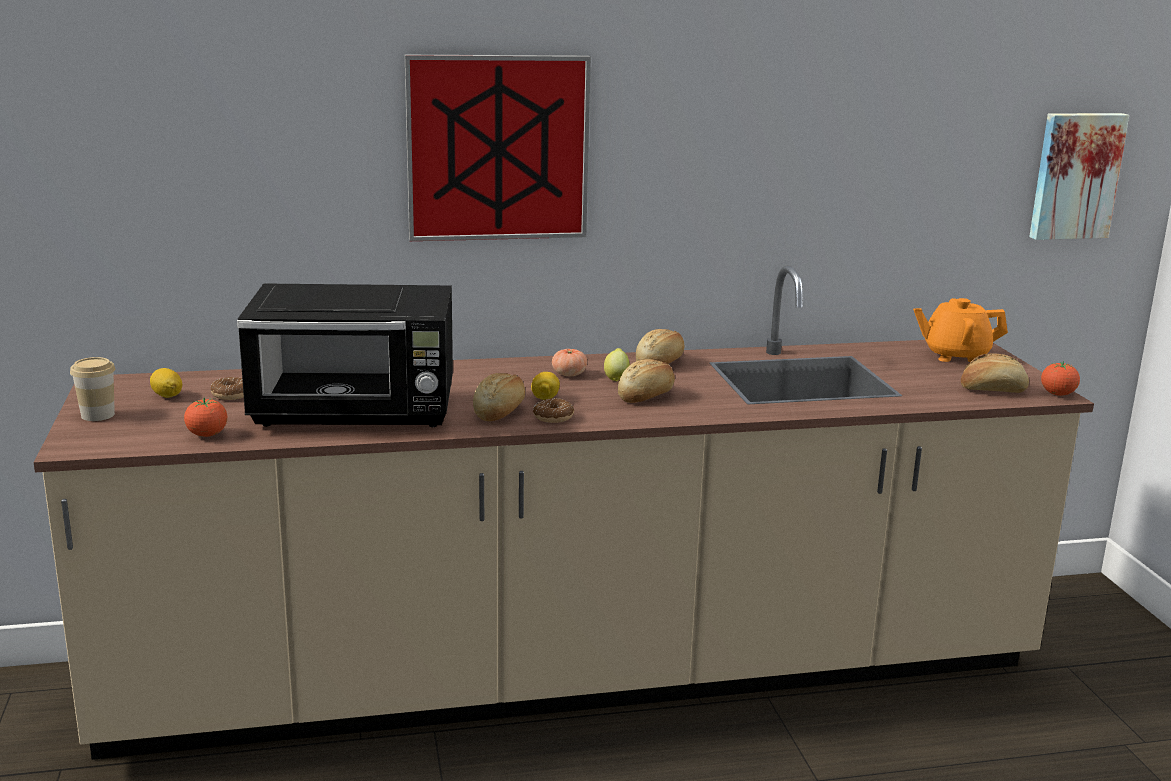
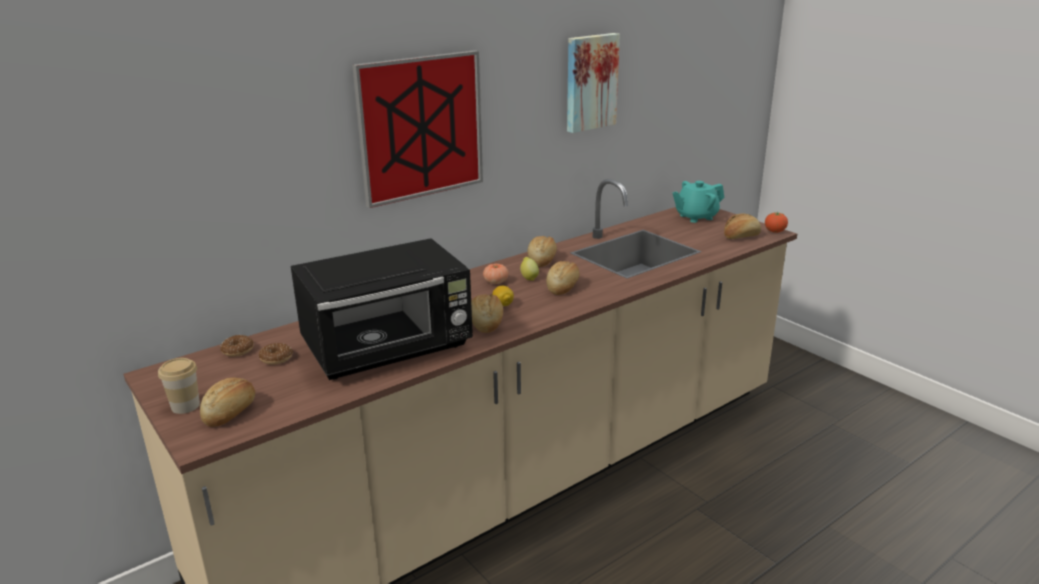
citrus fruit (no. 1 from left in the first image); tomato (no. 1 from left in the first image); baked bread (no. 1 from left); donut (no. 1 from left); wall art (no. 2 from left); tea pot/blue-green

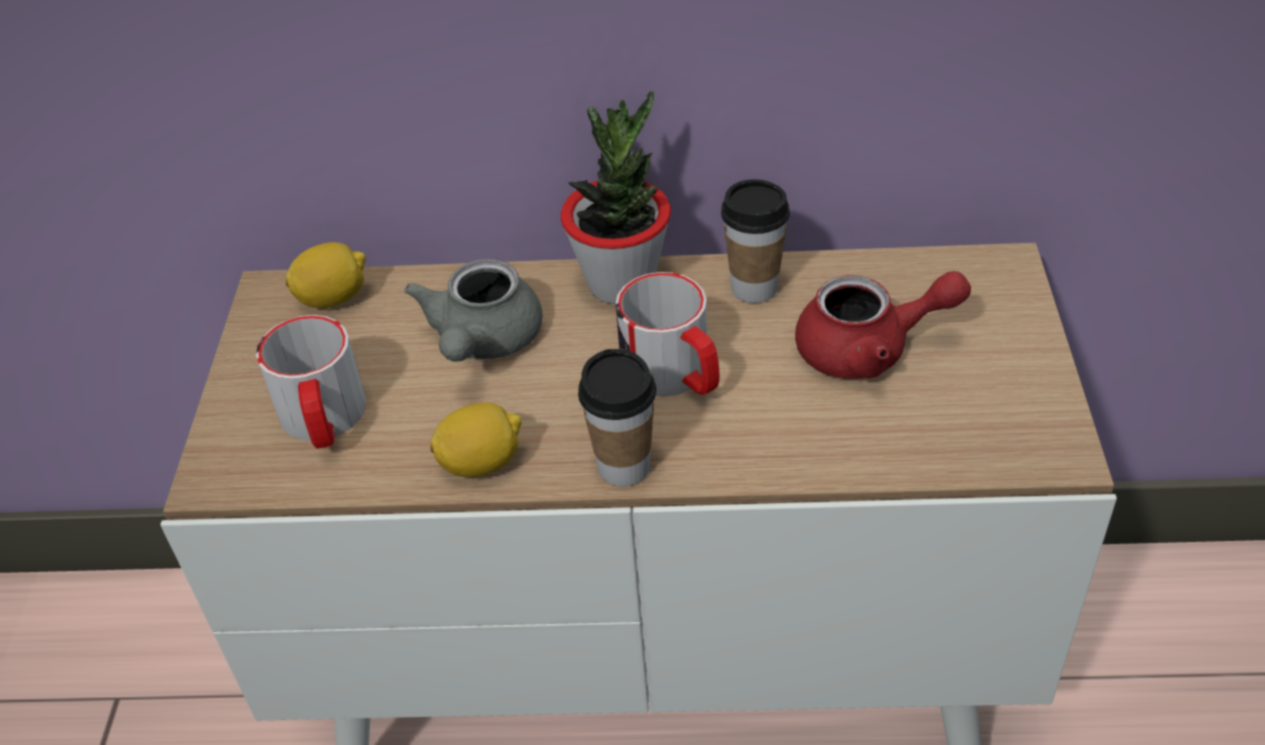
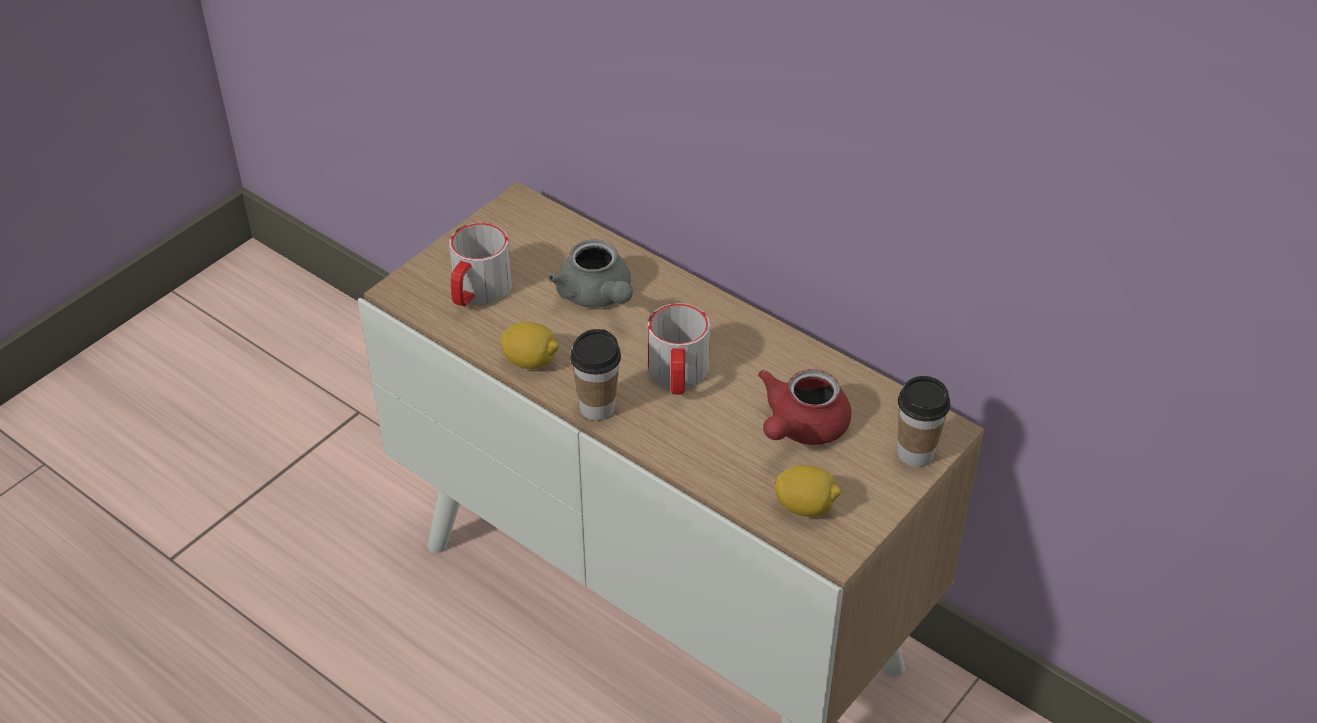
houseplant; citrus fruit (no. 2 from left); drinking cup (no. 2 from left); tea pot/gray; tea pot/red

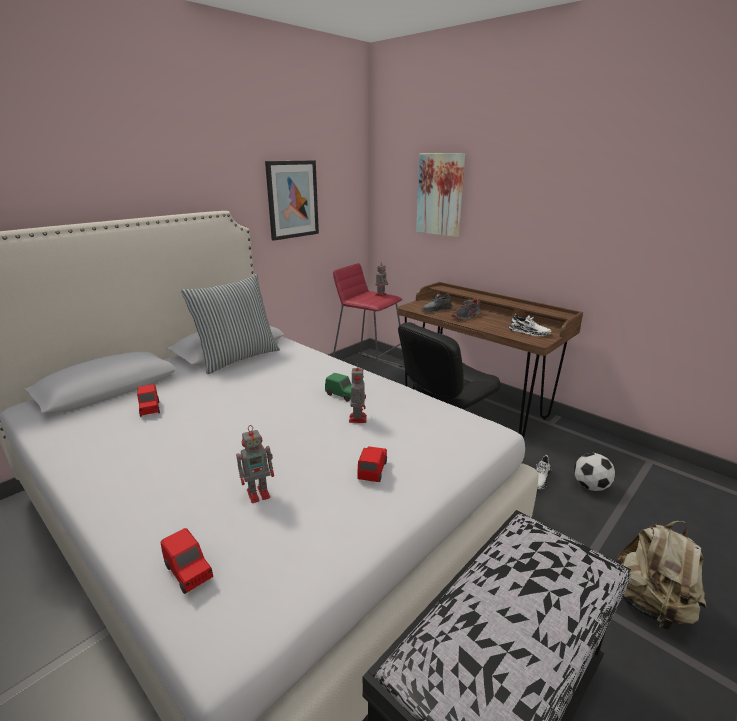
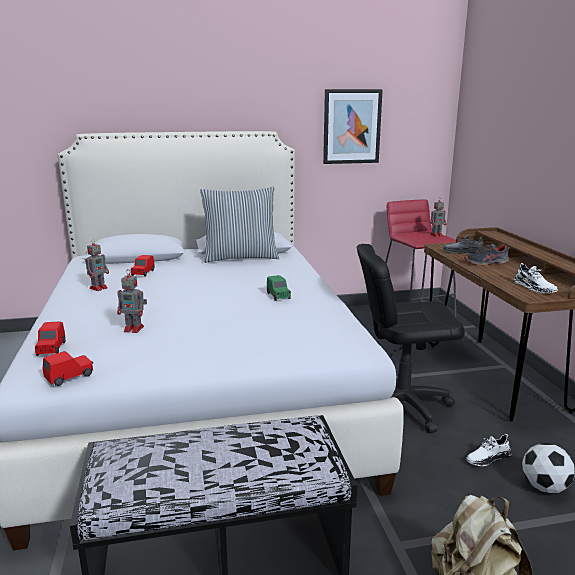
wall art (no. 2 from left in the first image); toy robot (no. 1 from left); miniature car/red (no. 2 from left)

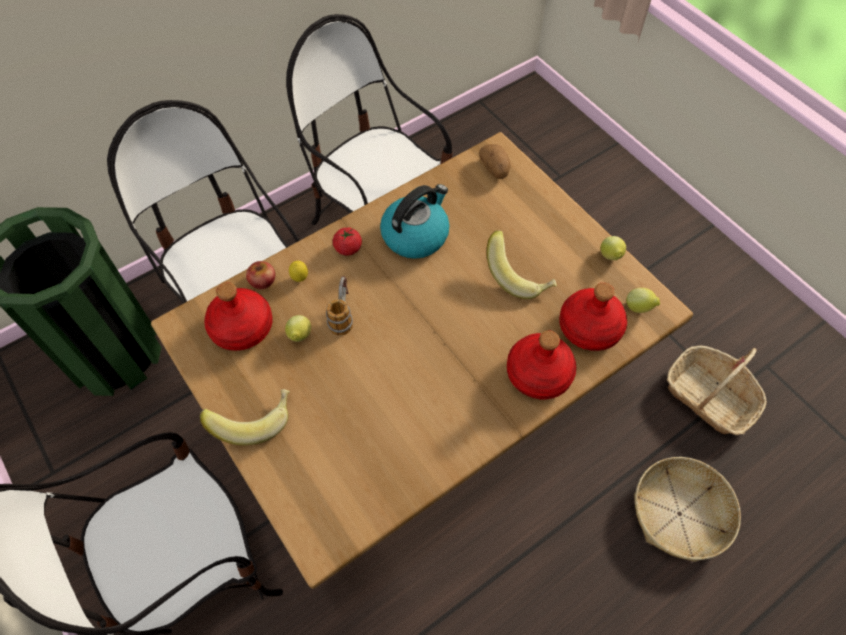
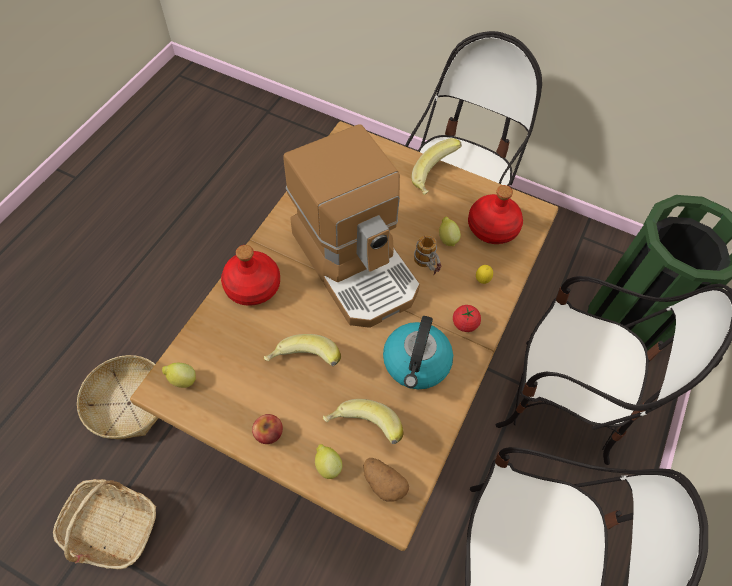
drink bottle/red (no. 3 from left in the first image); coffee maker; banana (no. 2 from left); whole apple; citrus fruit (no. 2 from left)

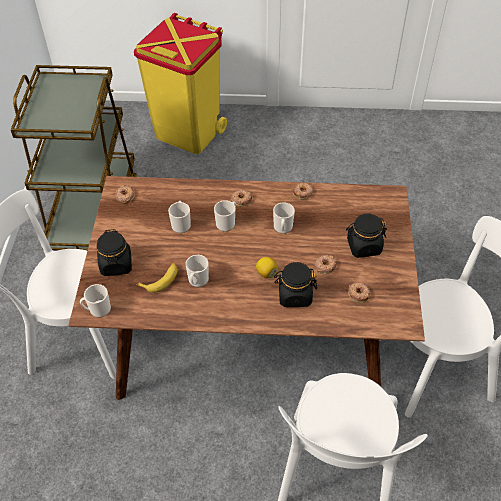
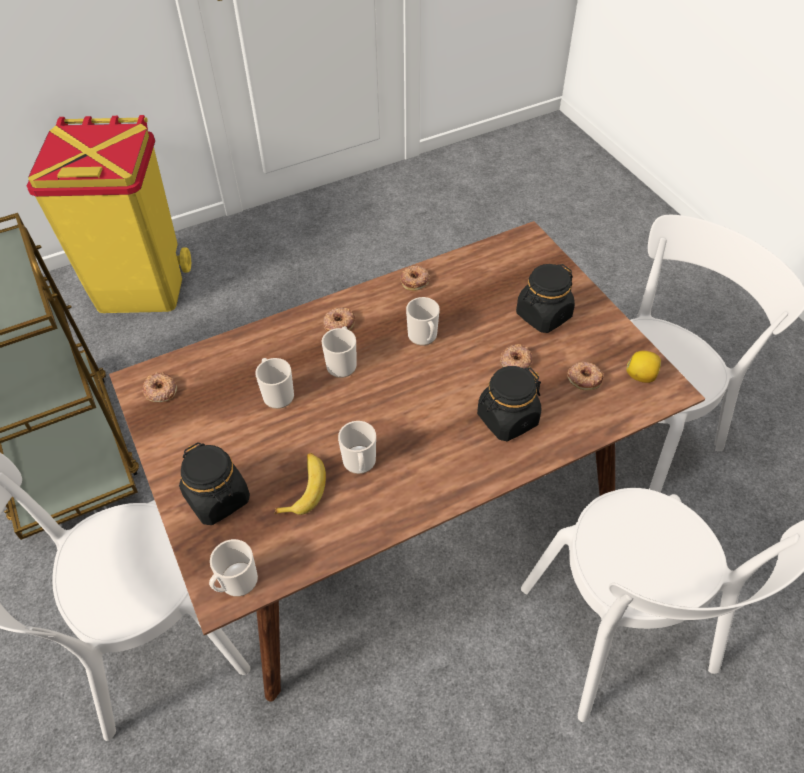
citrus fruit

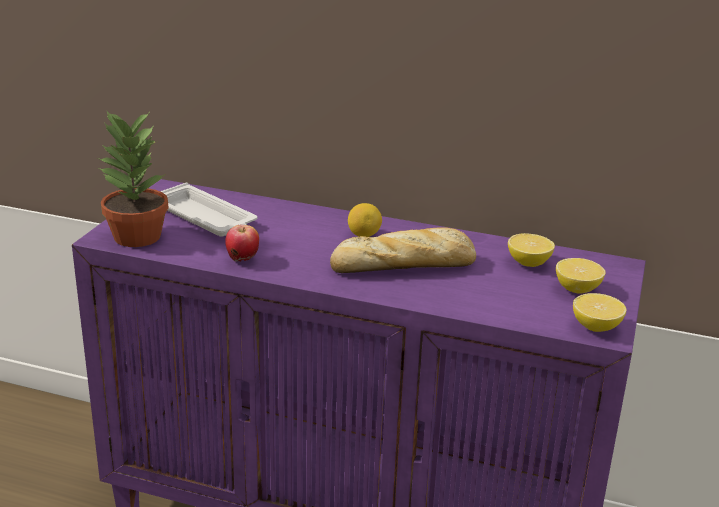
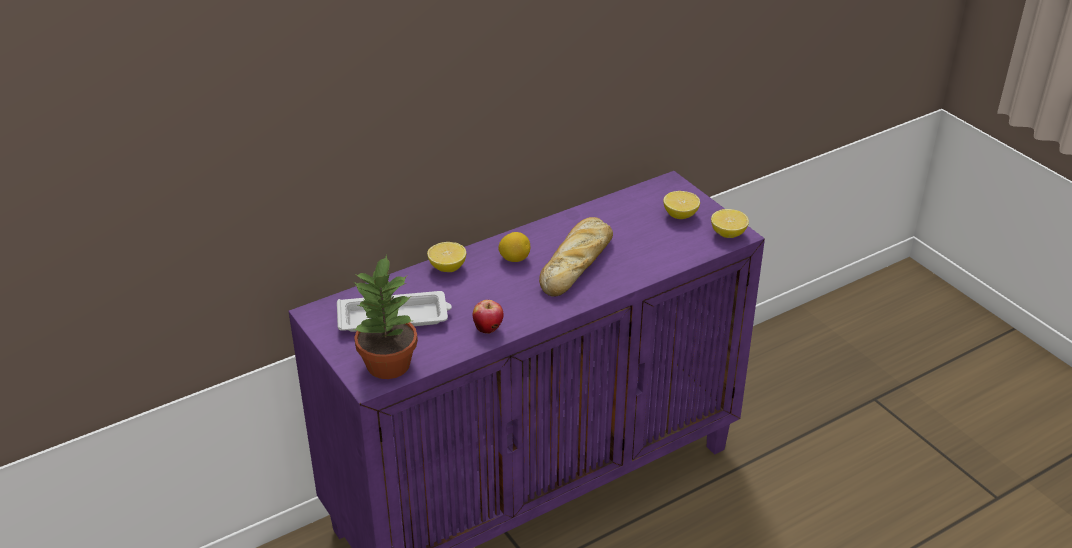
citrus fruit (no. 1 from left)

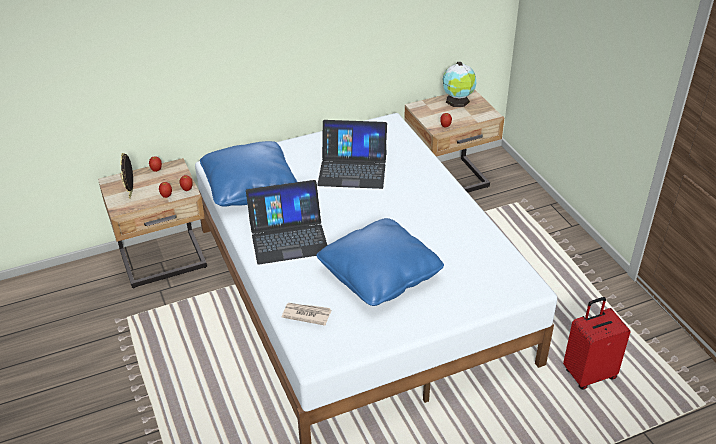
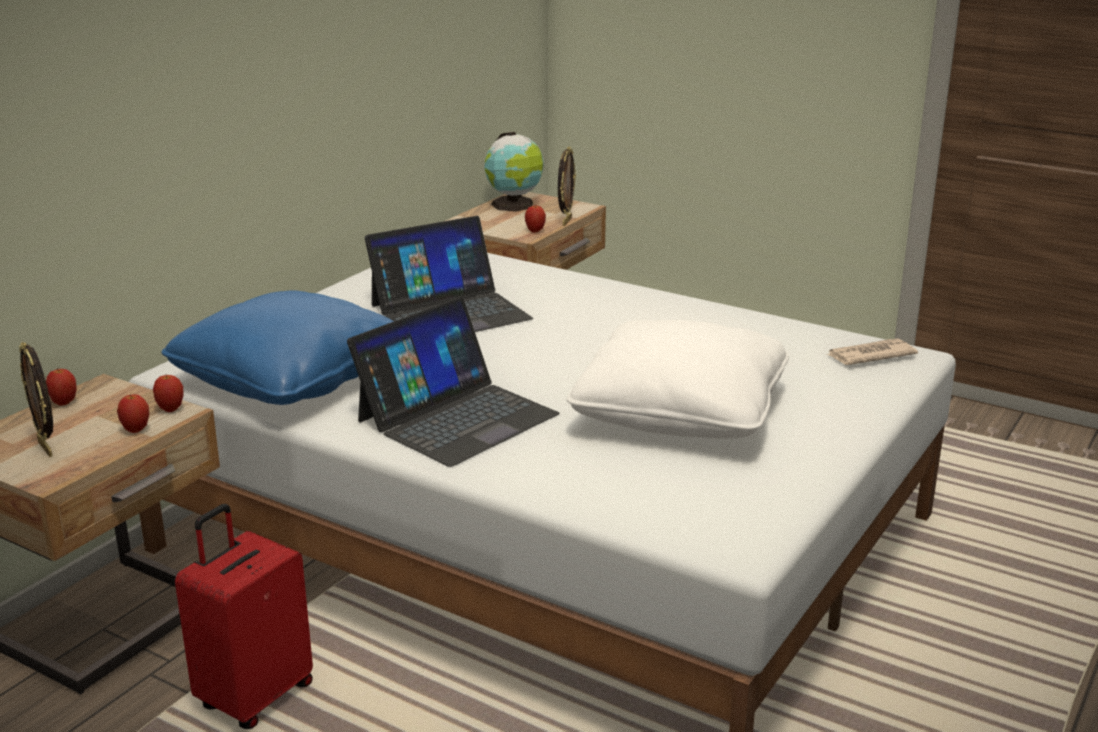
standing frame (no. 2 from left); newspaper; travel case/red; cushion/white-coloured

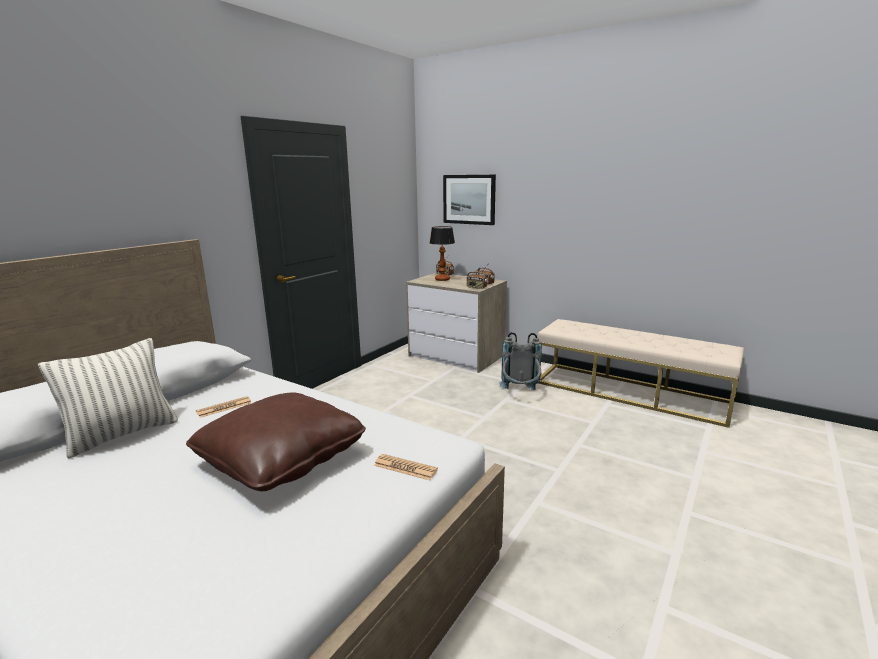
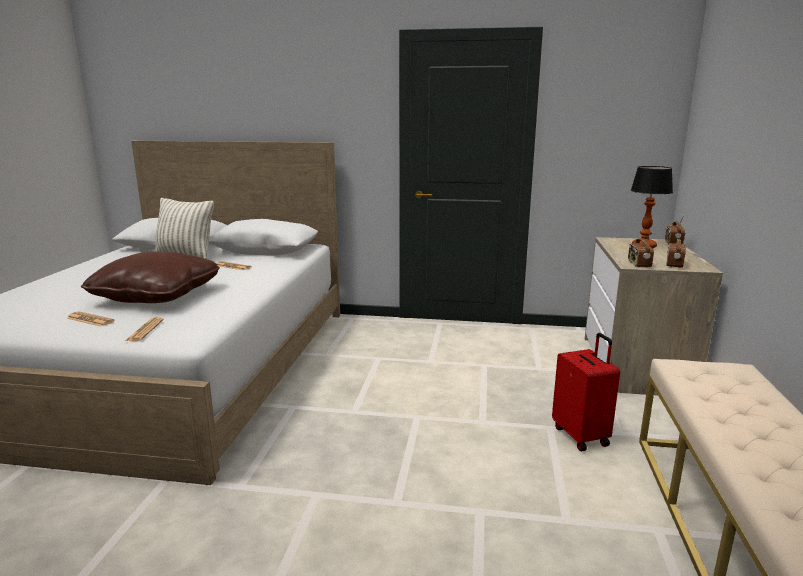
wall art; newspaper (no. 1 from left); travel case/red

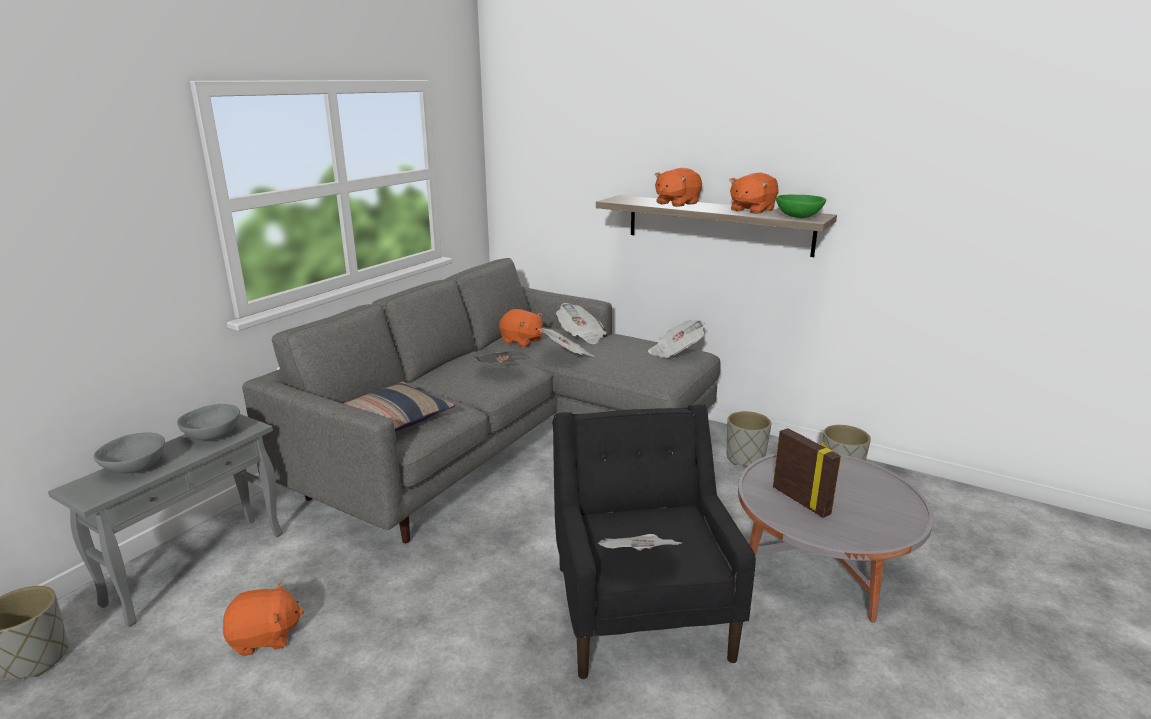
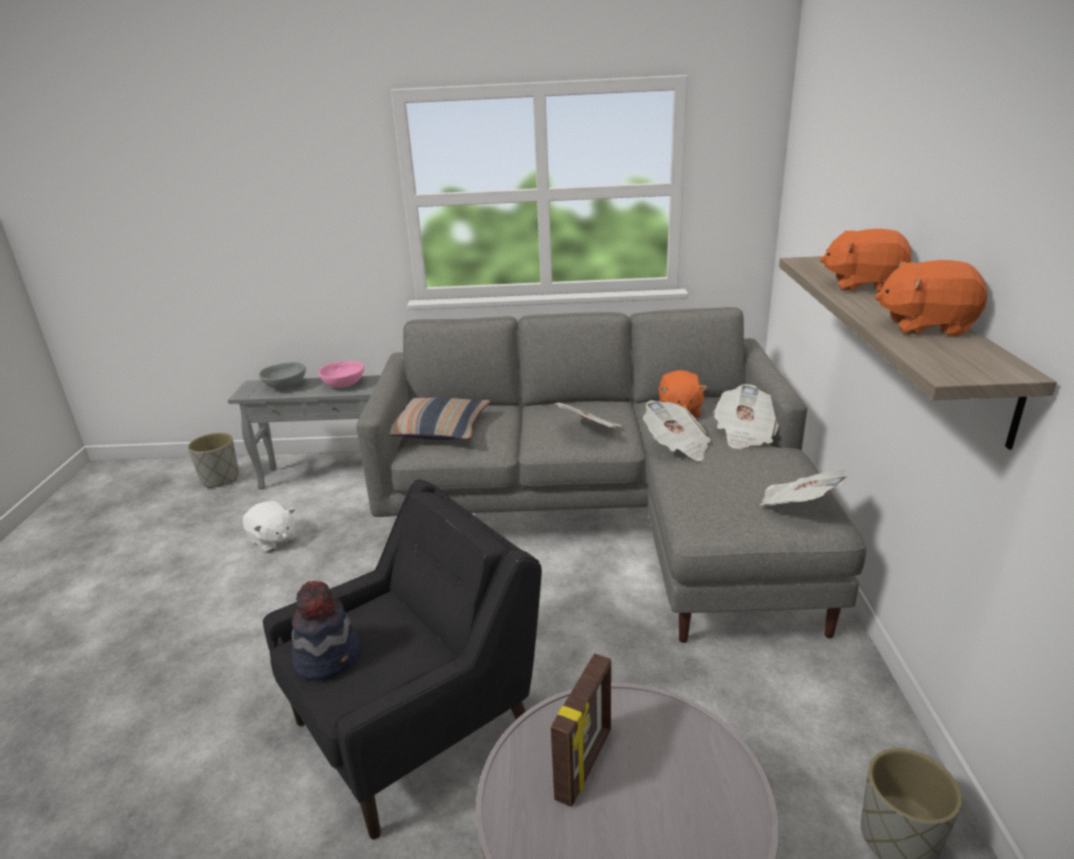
plant pot/gray (no. 2 from left in the first image); serving bowl/green; clothing hat; serving bowl/pinkish; plush toy/white-coloured

